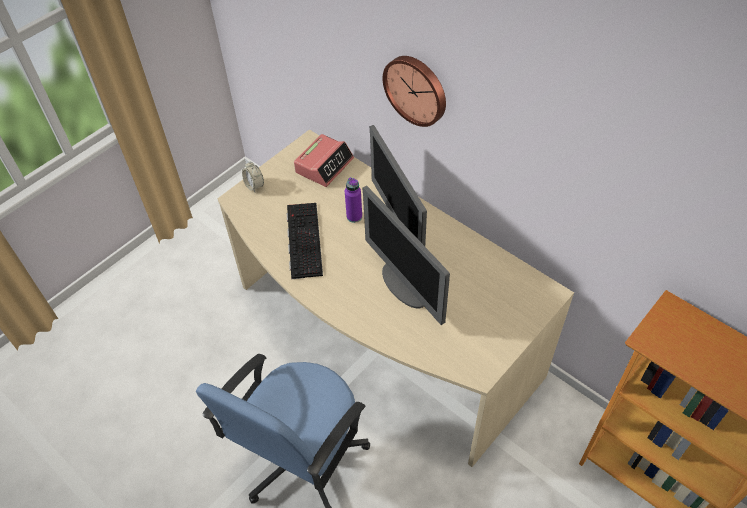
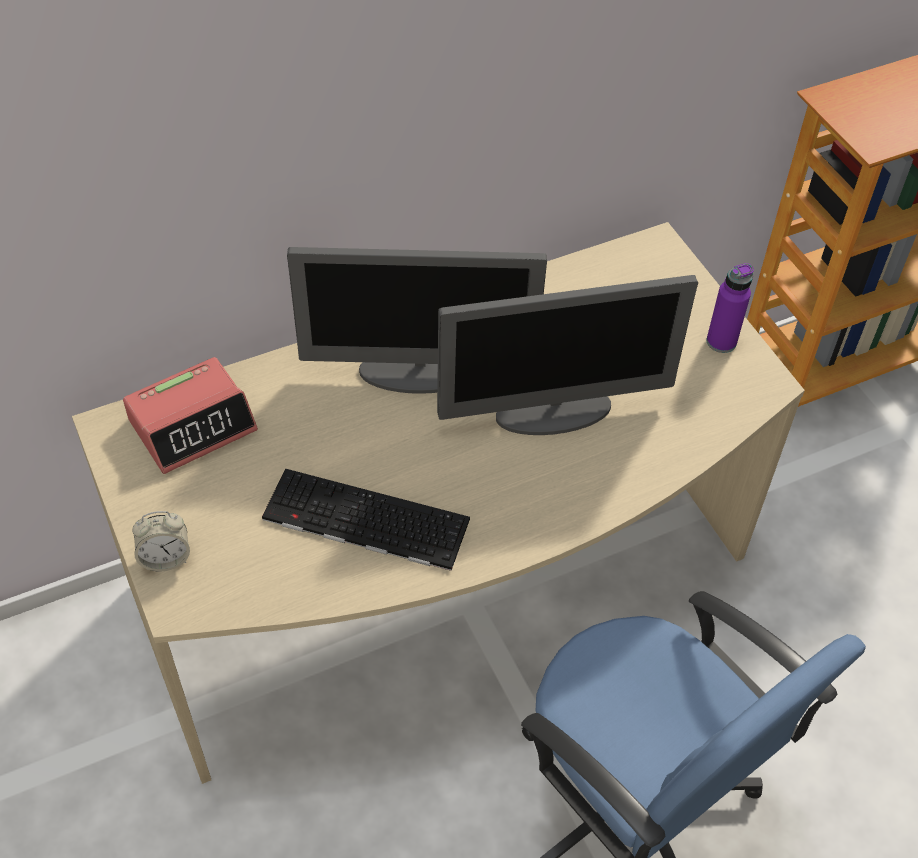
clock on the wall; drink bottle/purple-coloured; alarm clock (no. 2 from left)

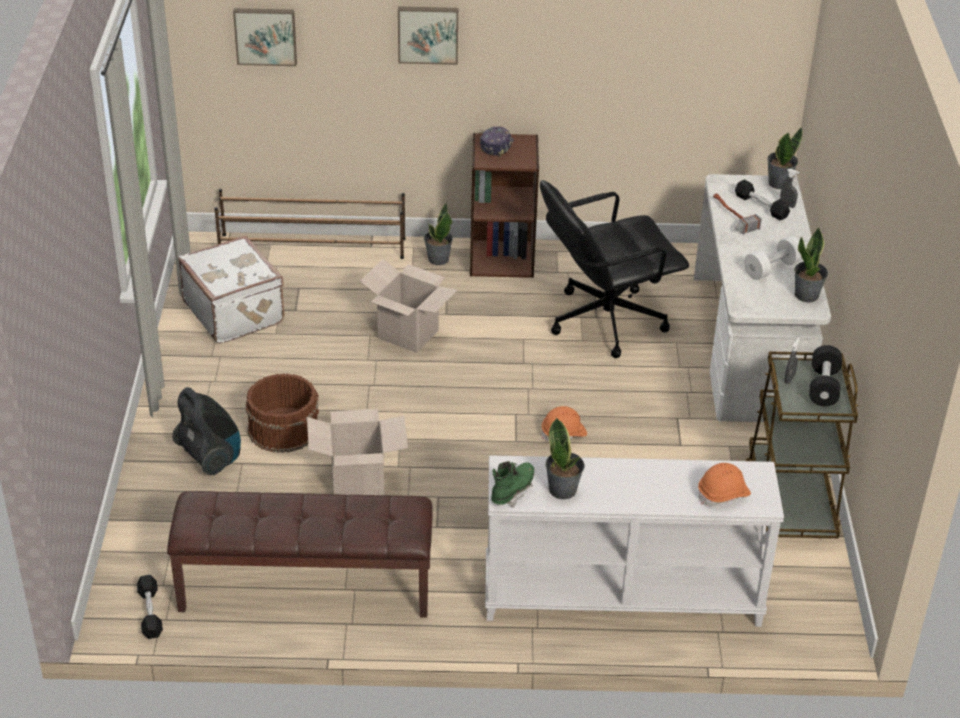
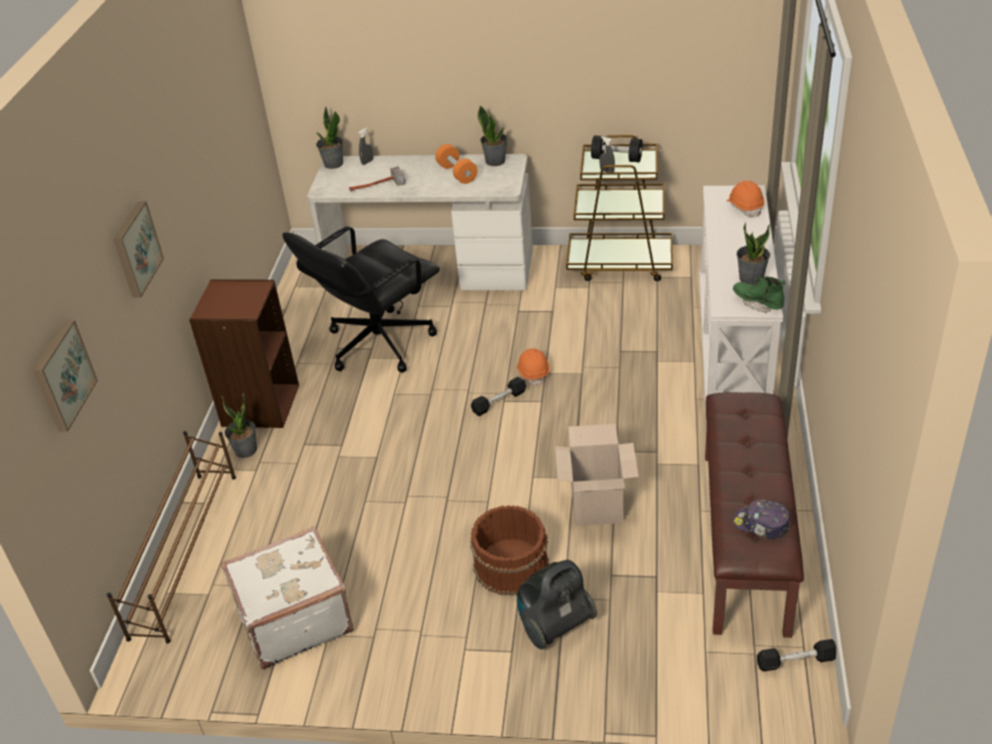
carton (no. 2 from left in the first image); cap; hand weight/black-coloured (no. 1 from left); hand weight/orangey; desk chair/black-coloured

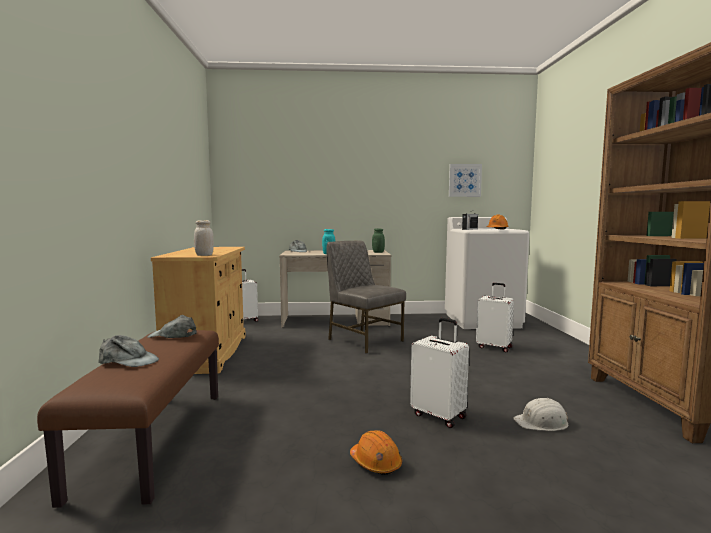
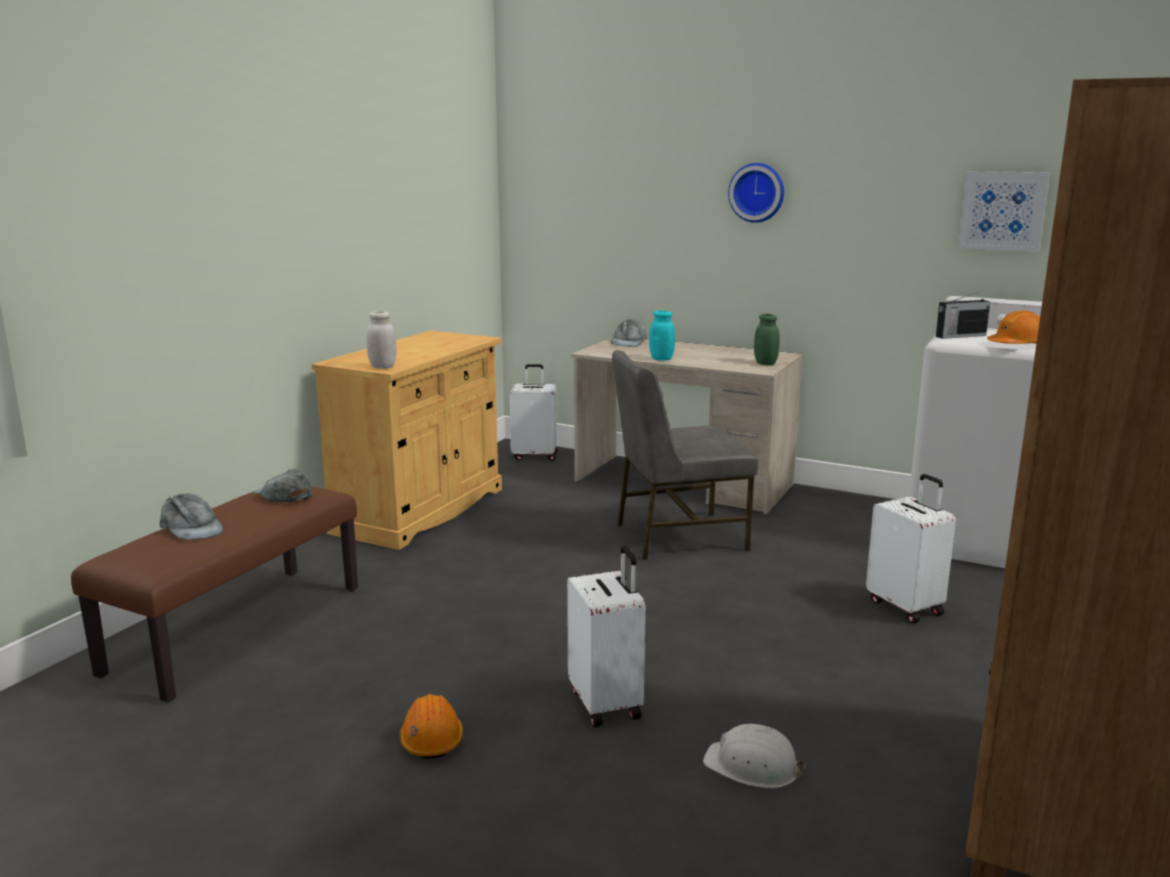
clock on the wall; upright chair/gray

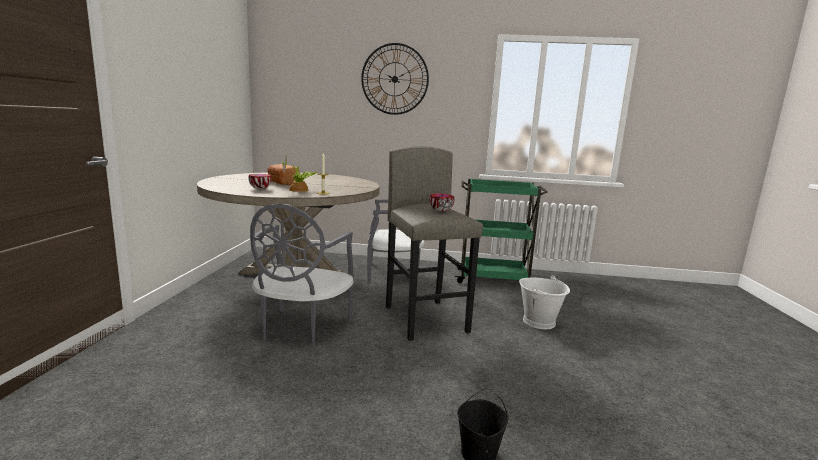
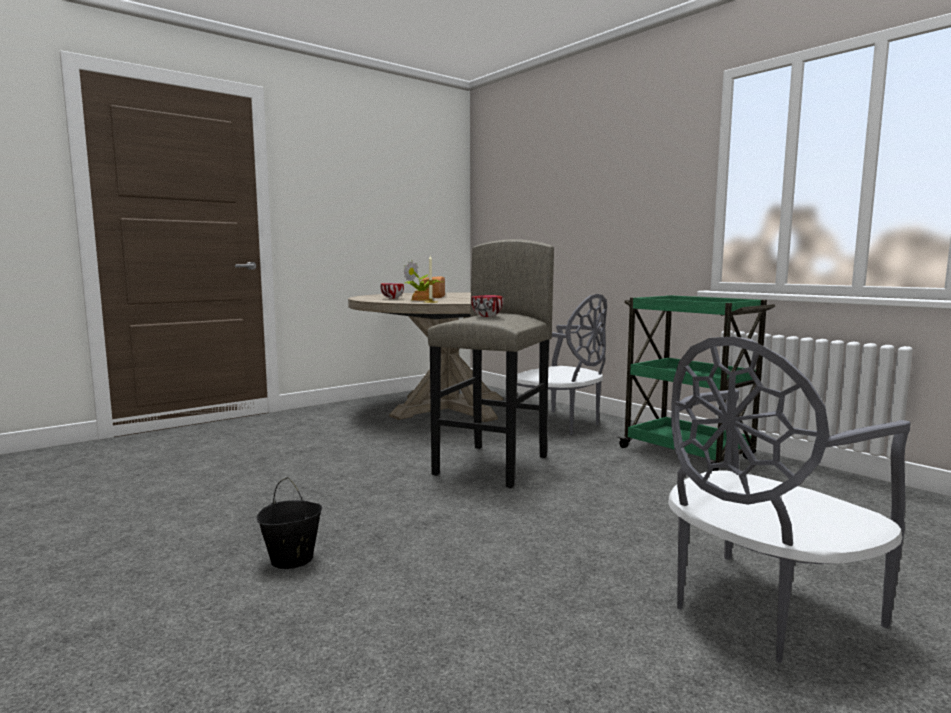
clock on the wall; bucket/white-coloured; upright chair/gray (no. 2 from left)

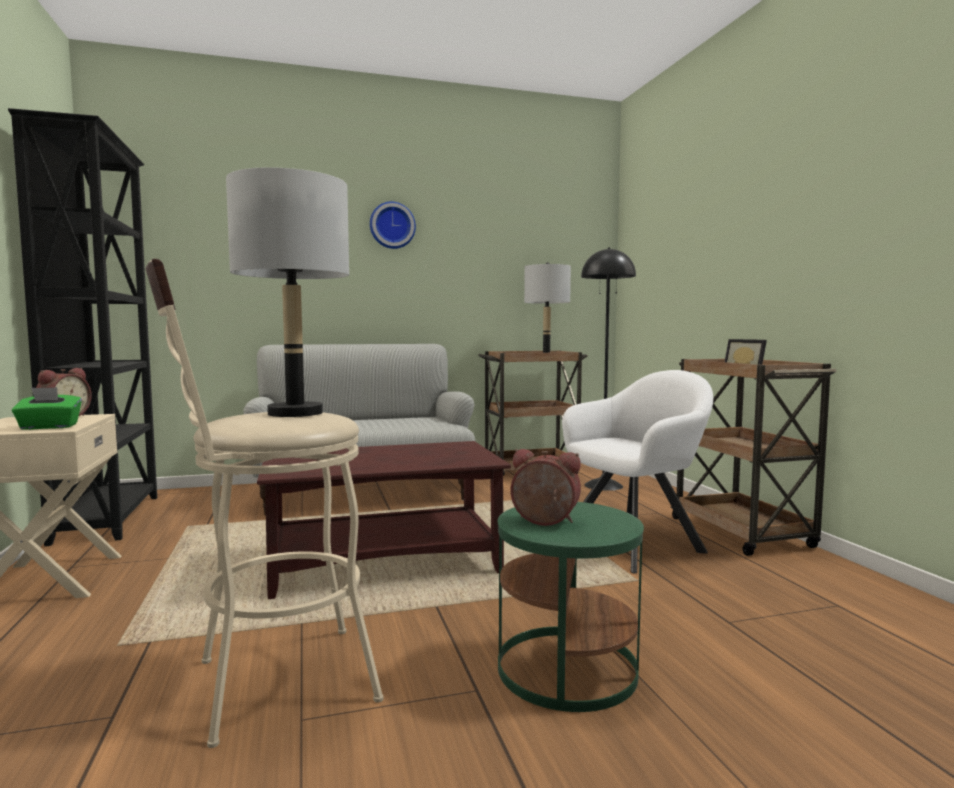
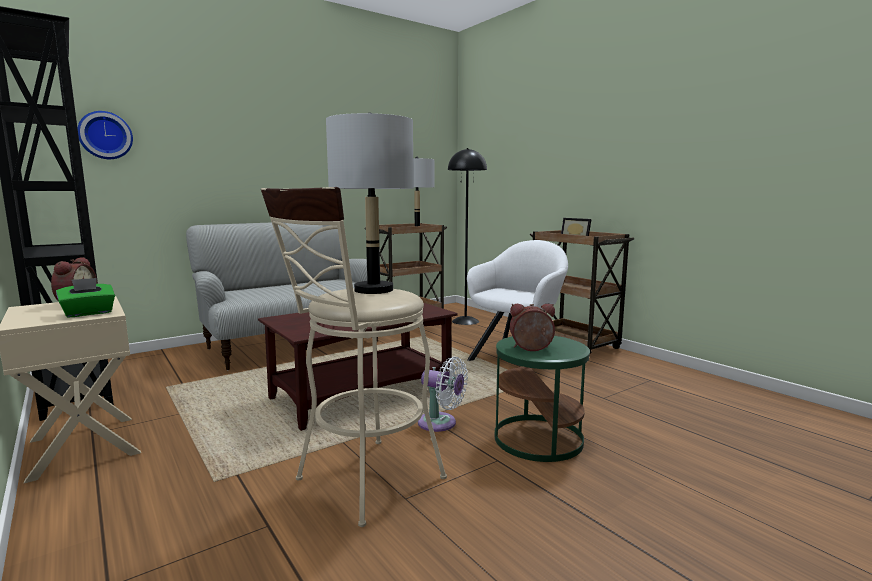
cooling fan/white-coloured; clock on the wall

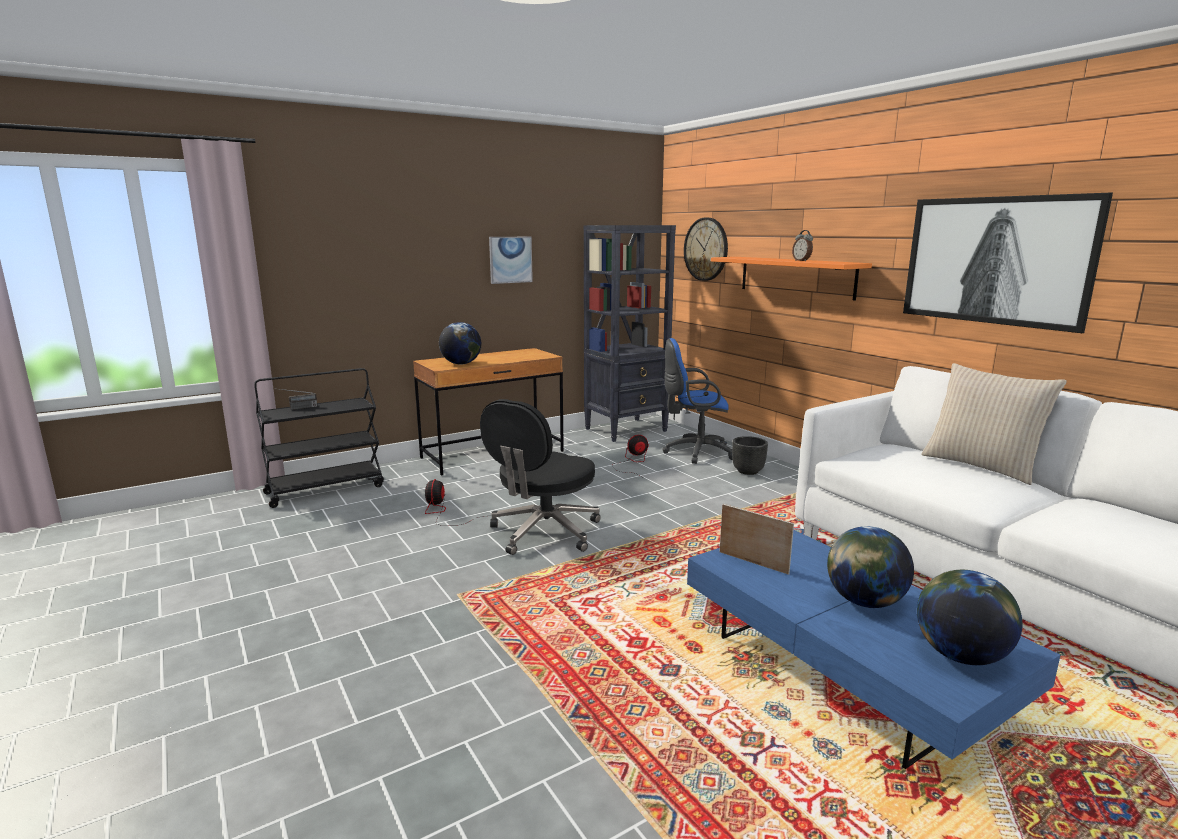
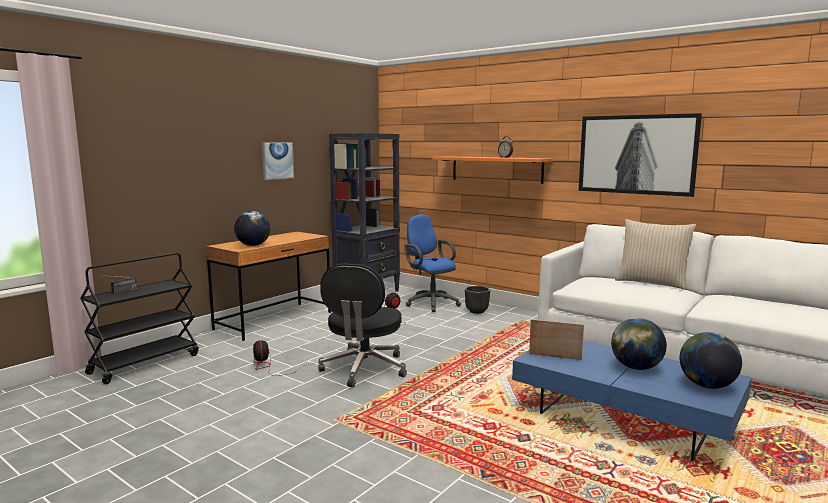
clock on the wall; desk chair/blue-coloured

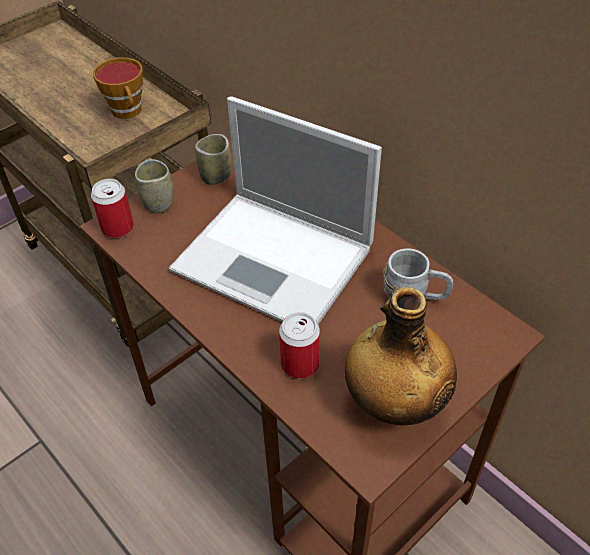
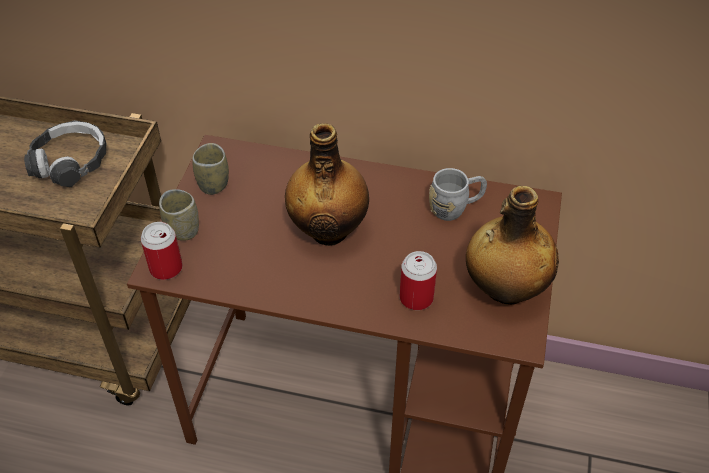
headphones; drink bottle (no. 1 from left)

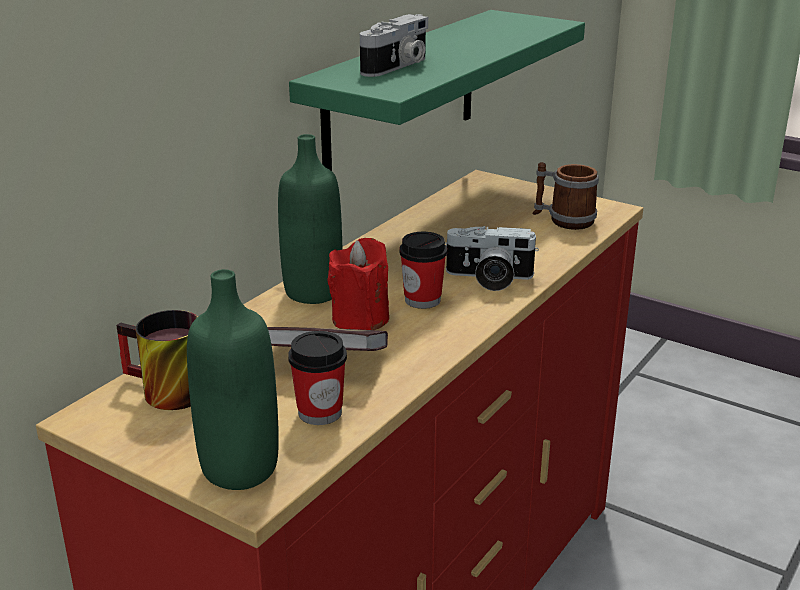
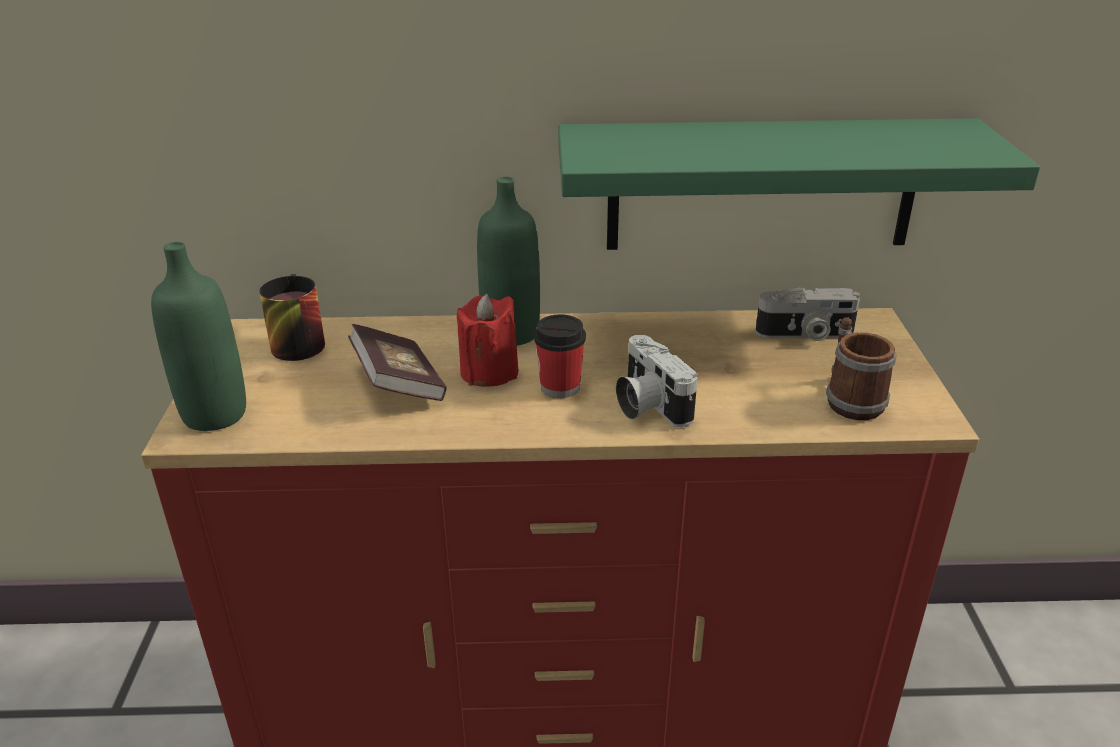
drinking cup (no. 1 from left in the first image); photo camera (no. 2 from left)

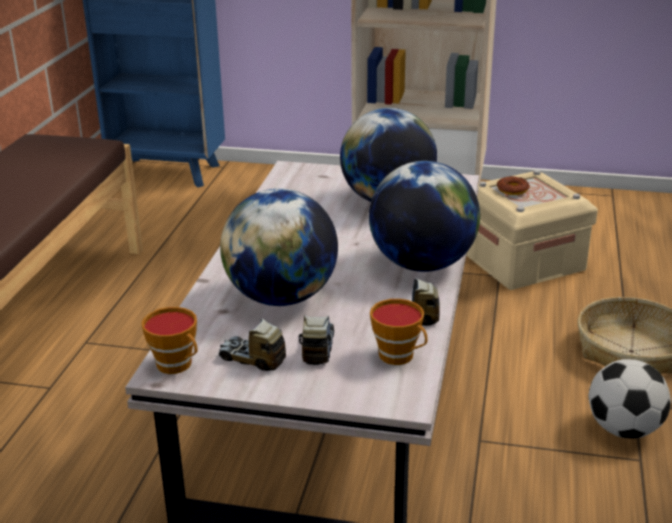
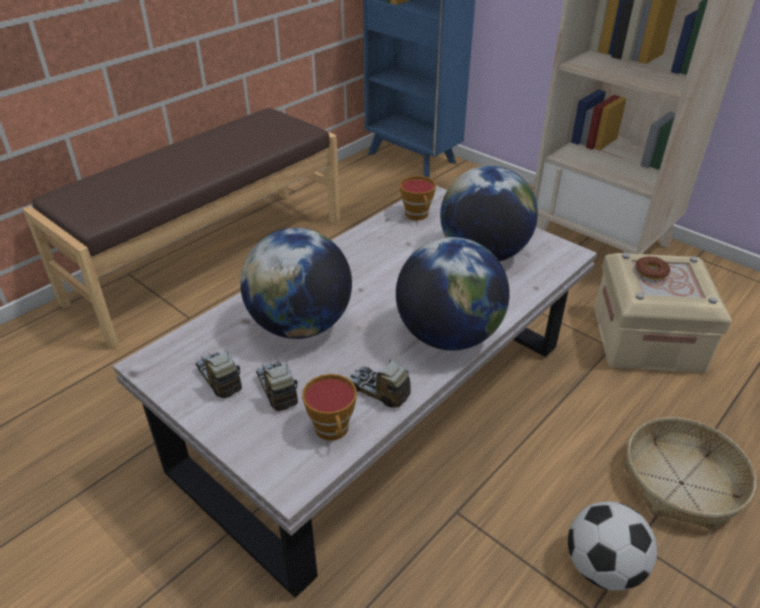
drinking cup (no. 2 from left); toy truck (no. 2 from left)

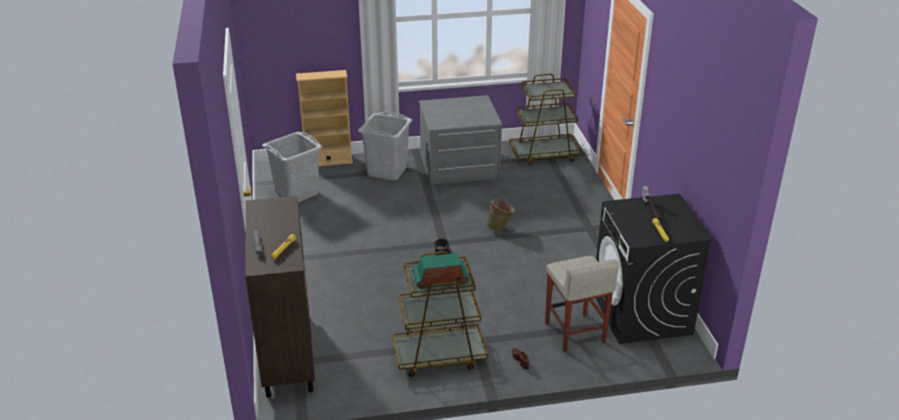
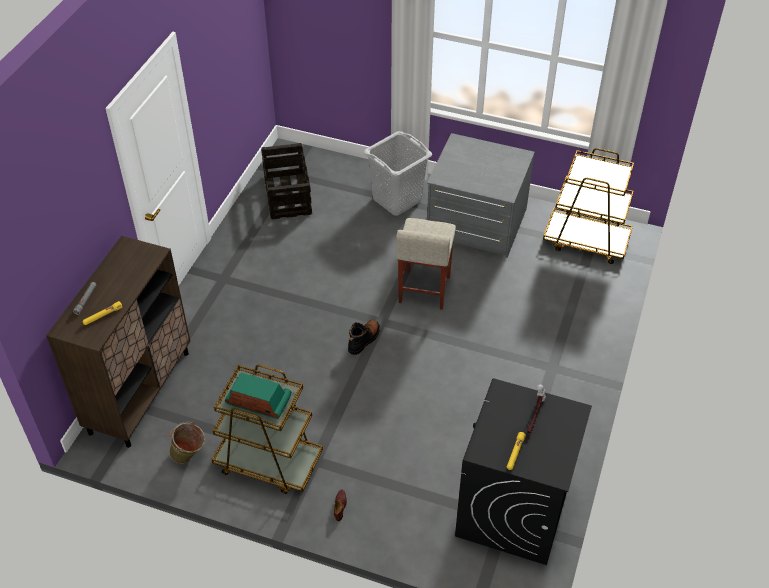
bookshelf/beige-coloured; bucket/green; stool seat/beige-coloured; shipping crate

